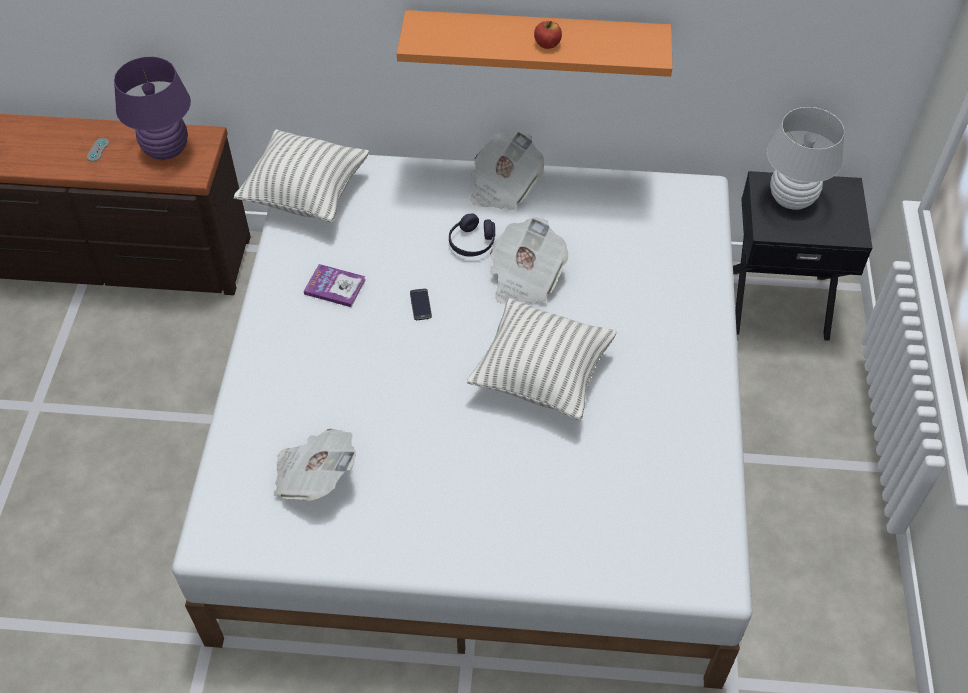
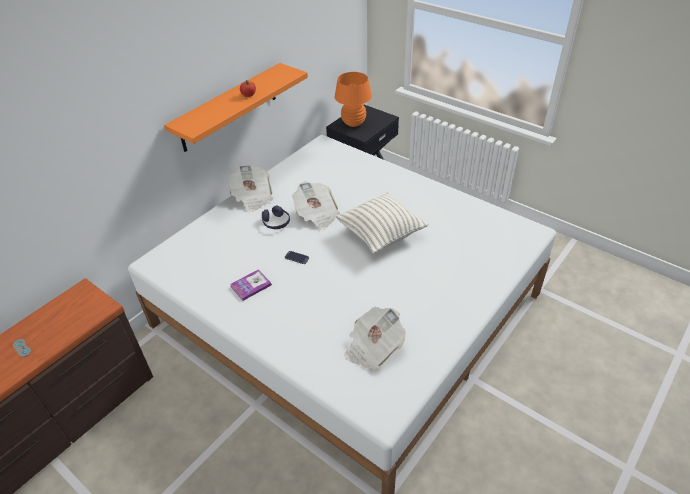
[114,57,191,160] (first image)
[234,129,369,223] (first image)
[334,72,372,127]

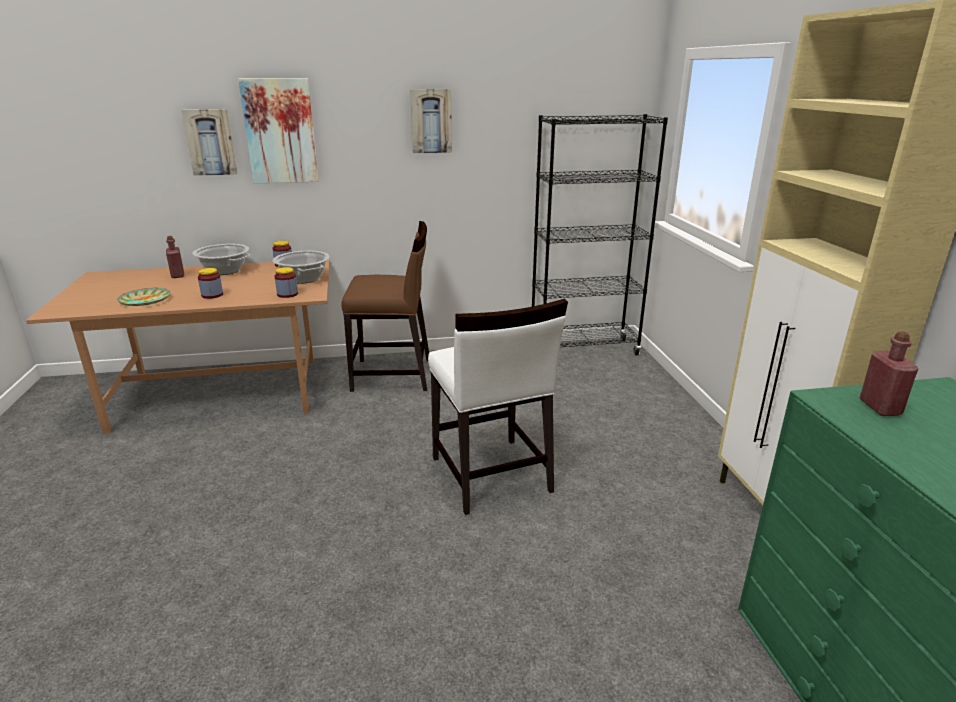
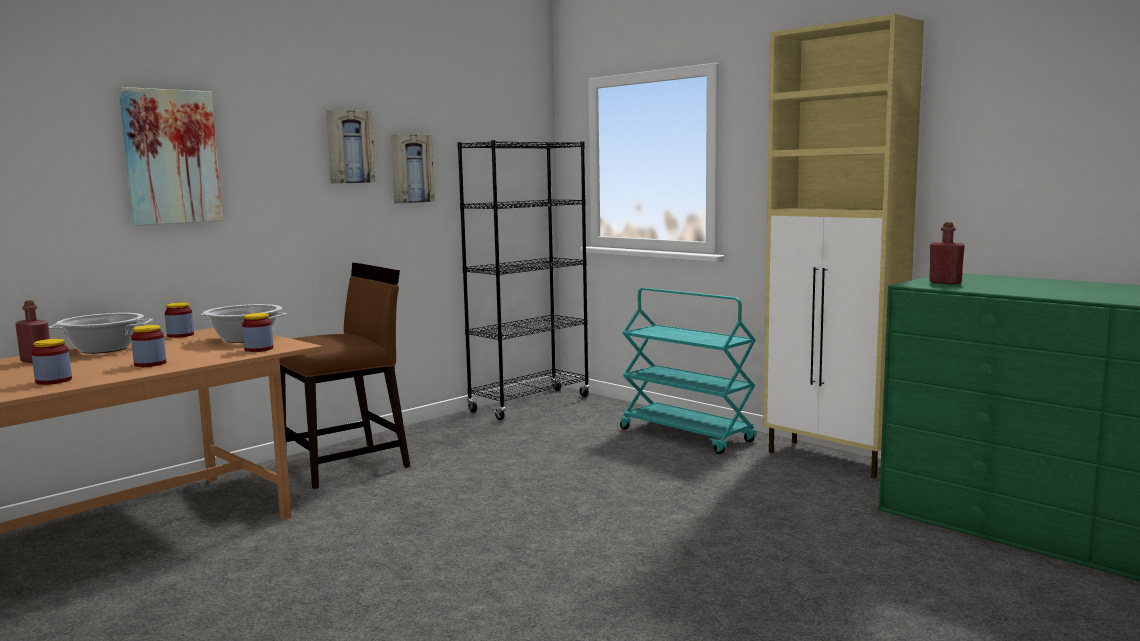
[31,339,72,385]
[391,134,435,203]
[428,299,568,515] (first image)
[620,288,756,454]

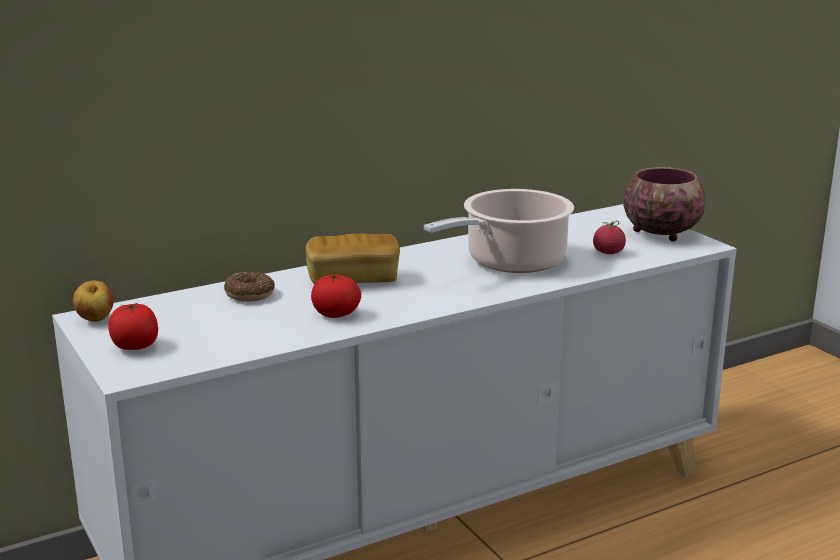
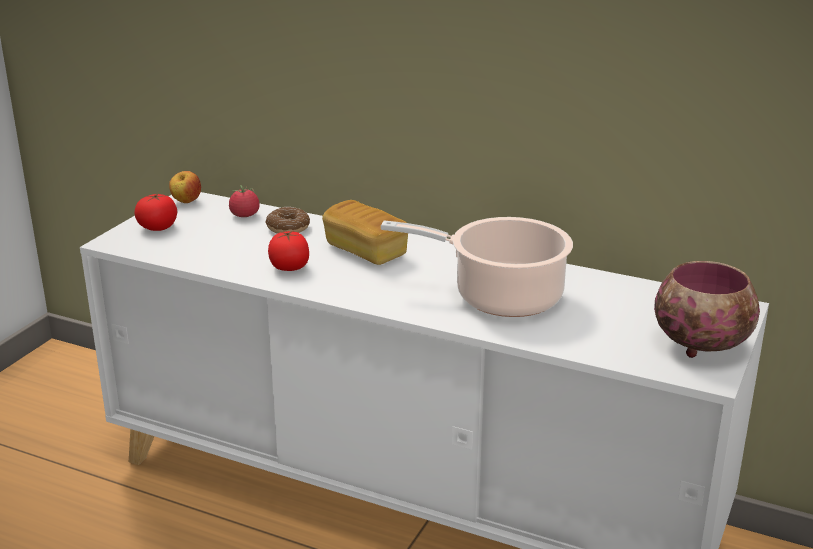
[229,185,260,217]

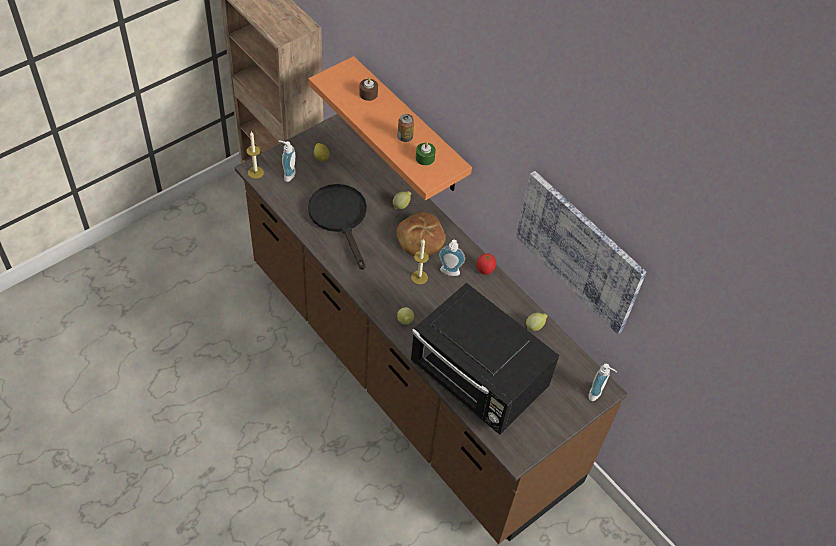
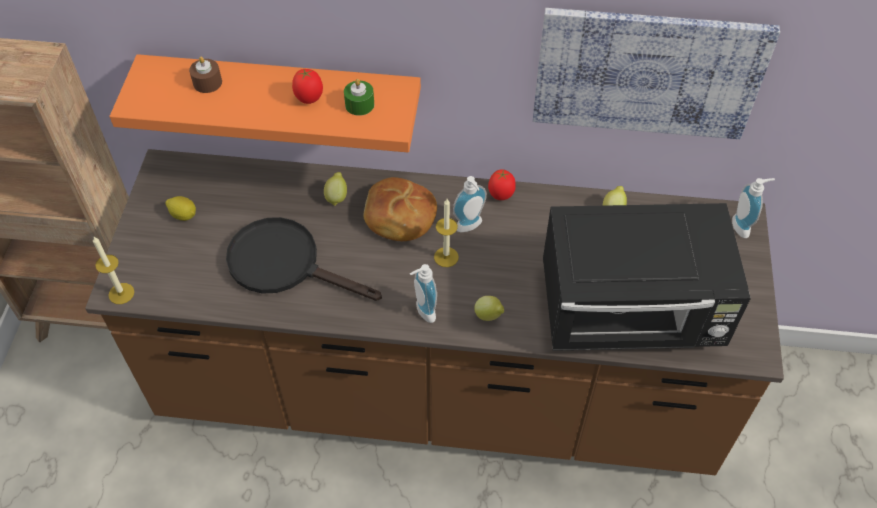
[410,264,437,323]
[292,68,323,104]

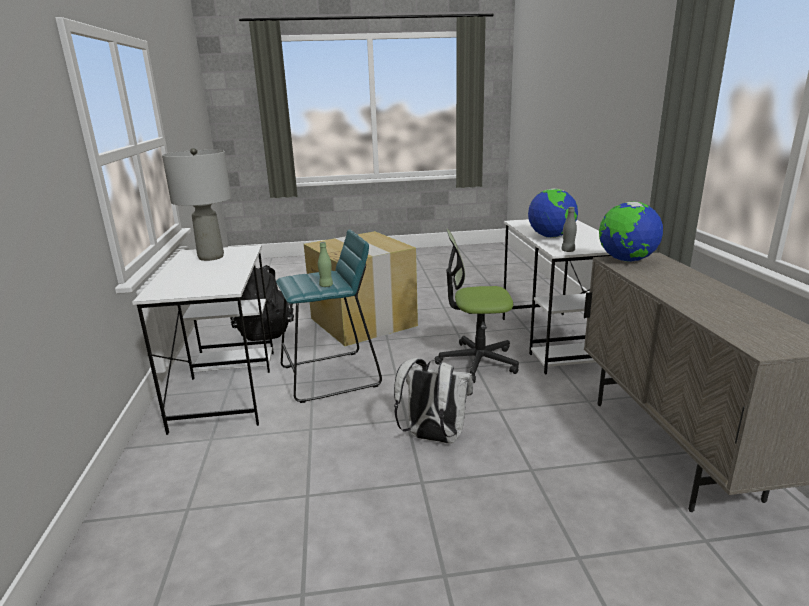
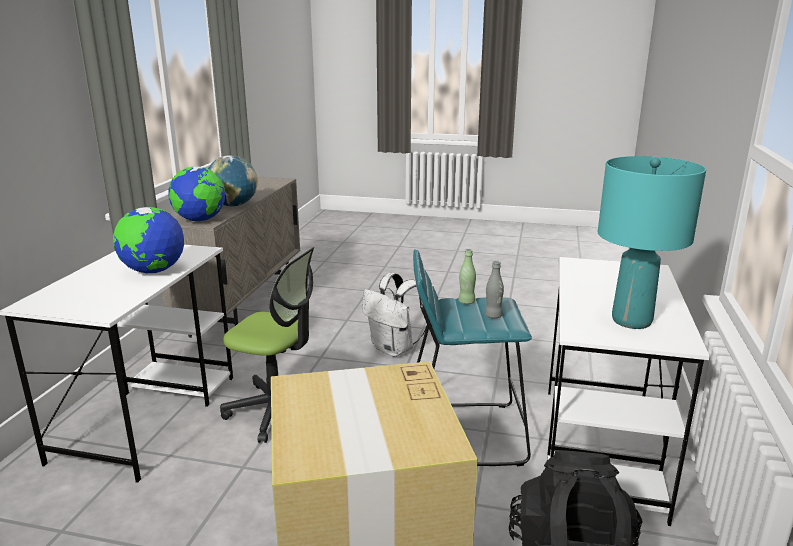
[598,156,706,329]
[485,261,504,319]
[208,155,258,207]

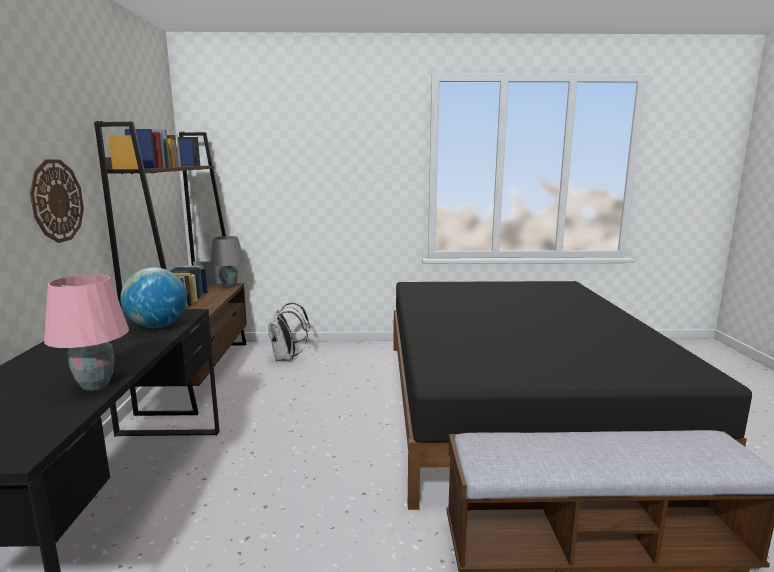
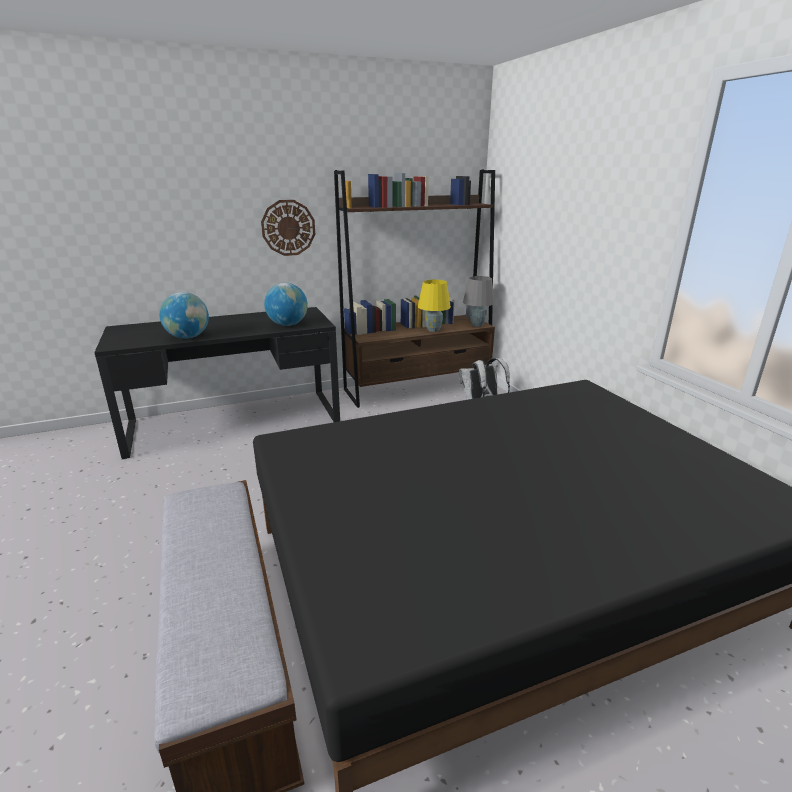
[159,292,209,339]
[418,280,451,332]

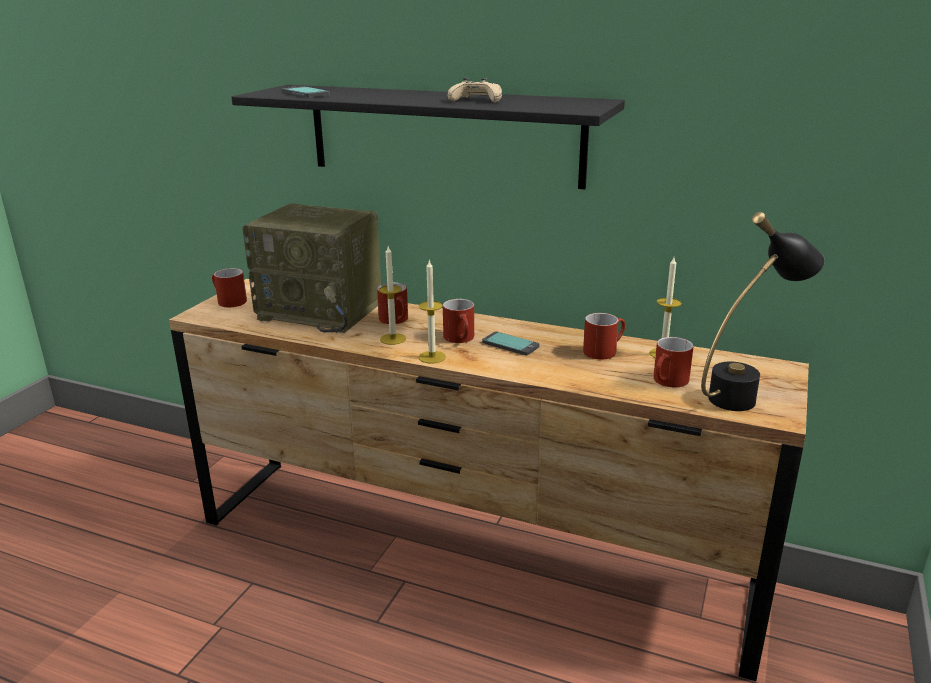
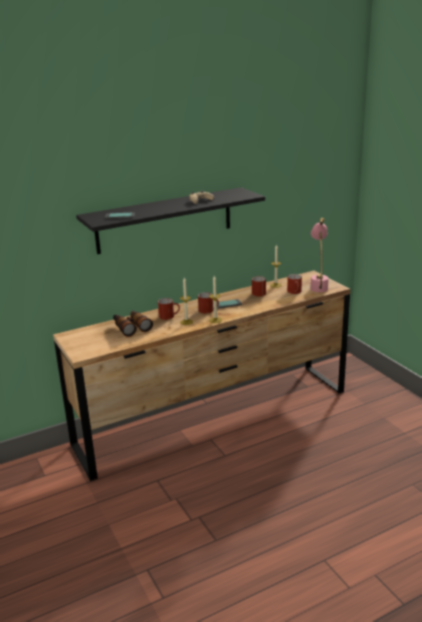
[212,268,247,307] (first image)
[113,310,153,337]
[311,218,329,292]

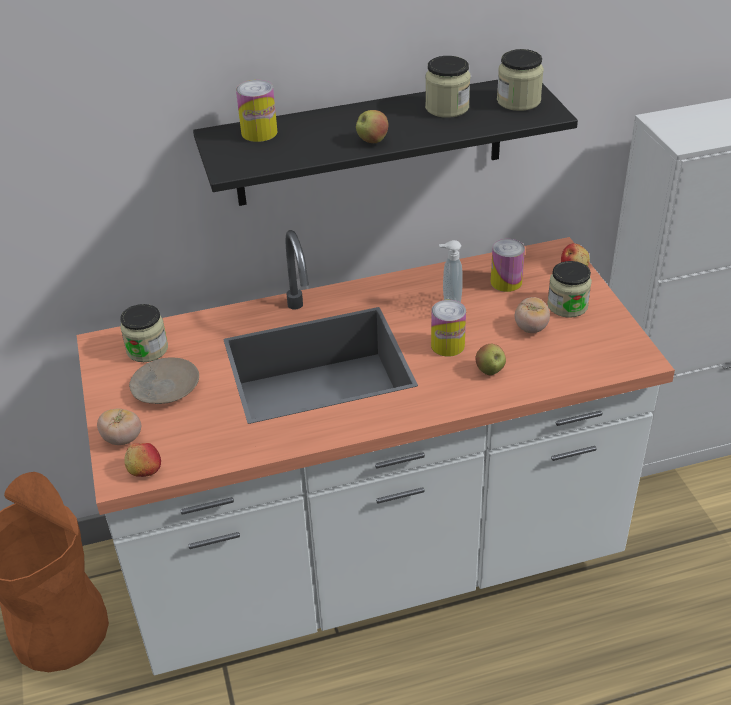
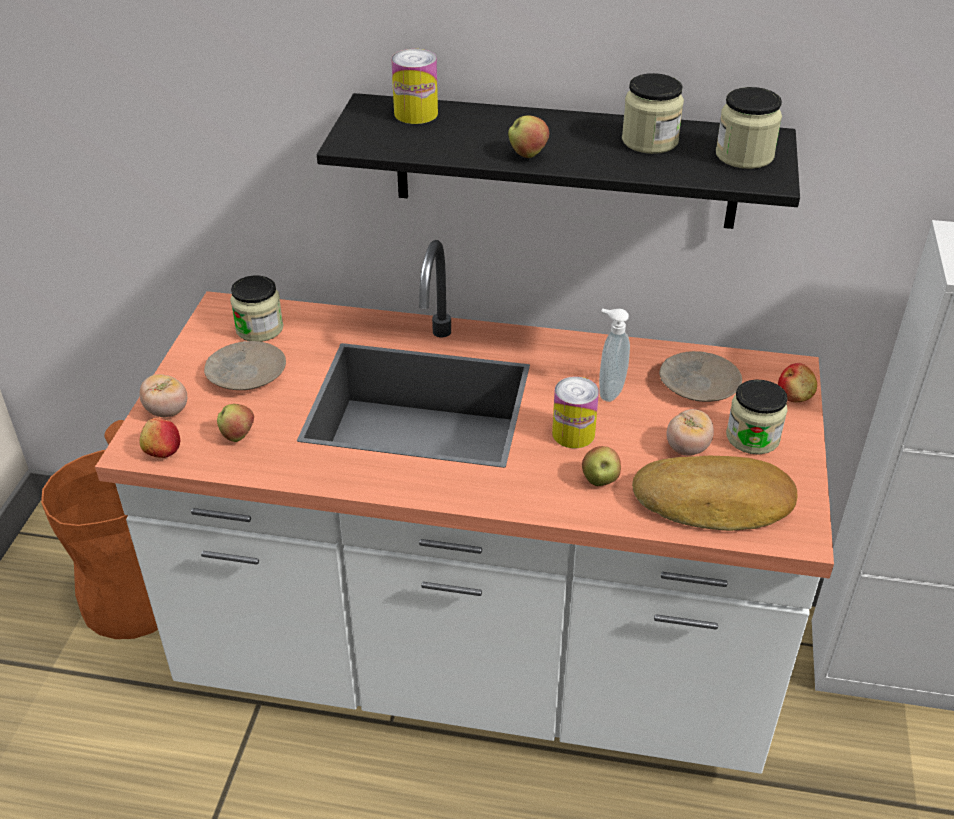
[659,351,742,402]
[217,404,254,442]
[632,456,798,531]

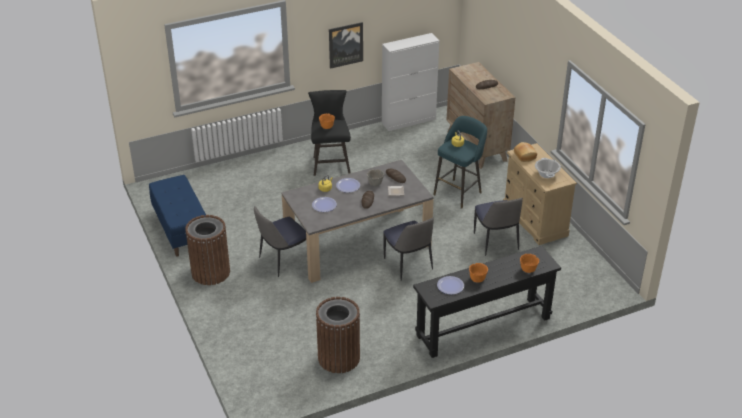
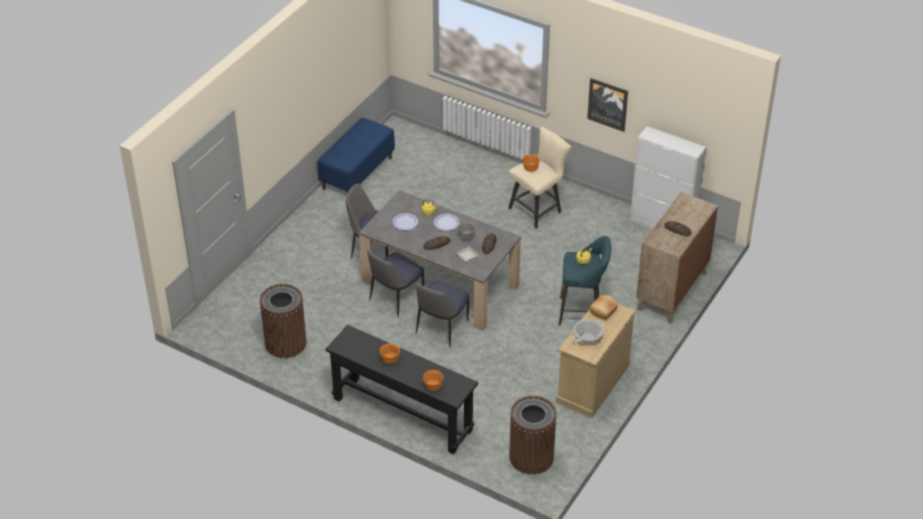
[509,396,557,475]
[508,127,571,229]
[437,276,464,295] (first image)
[367,250,424,318]

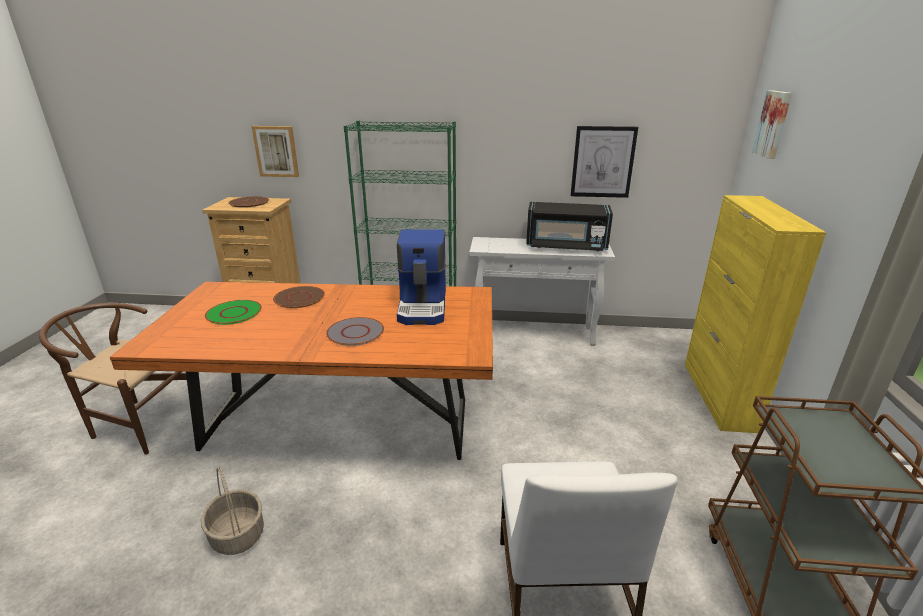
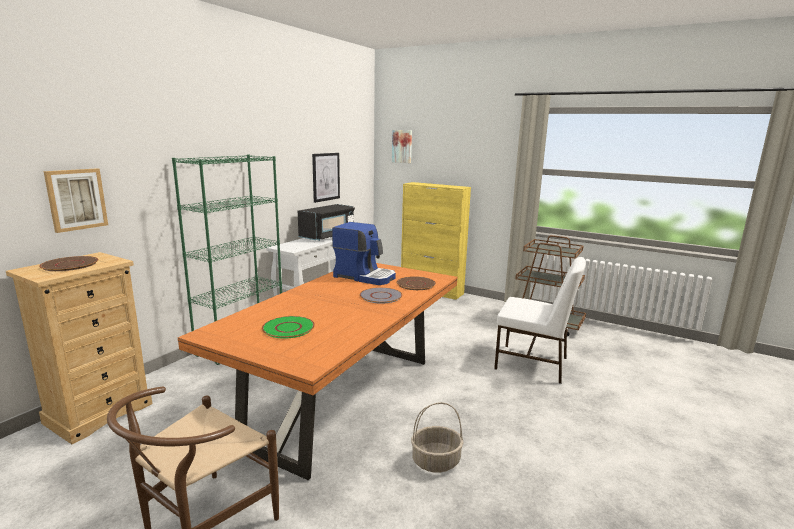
[396,276,436,290]

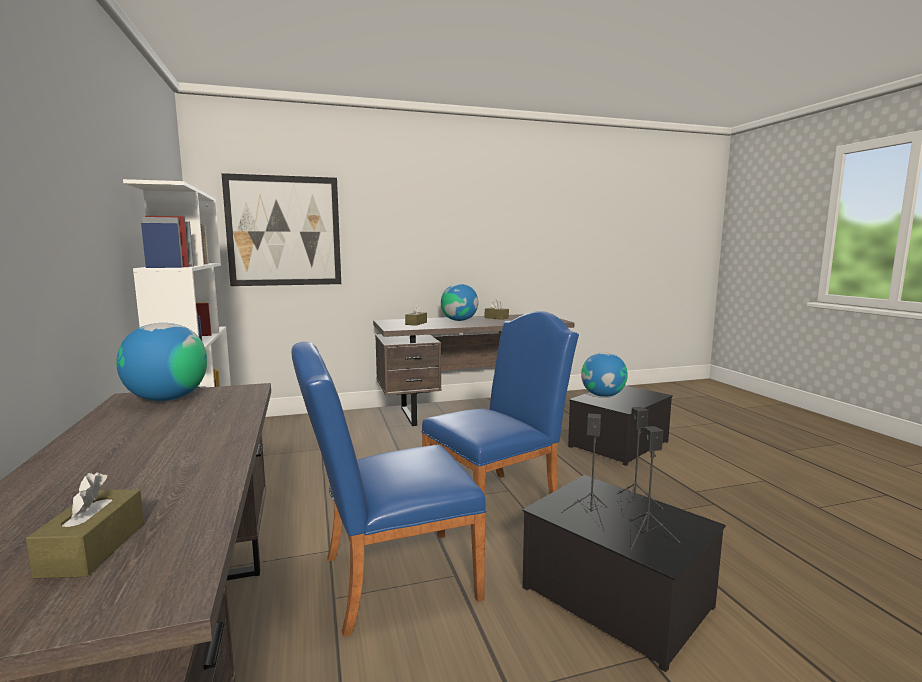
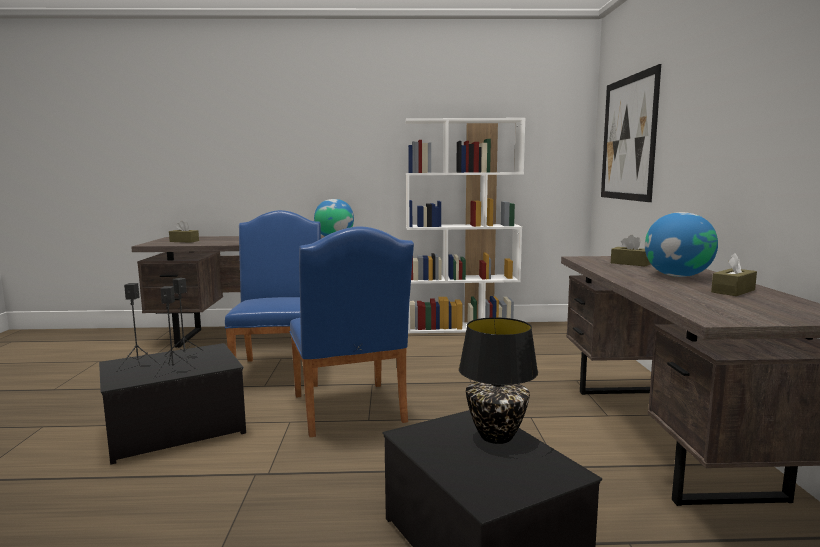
[459,317,538,444]

